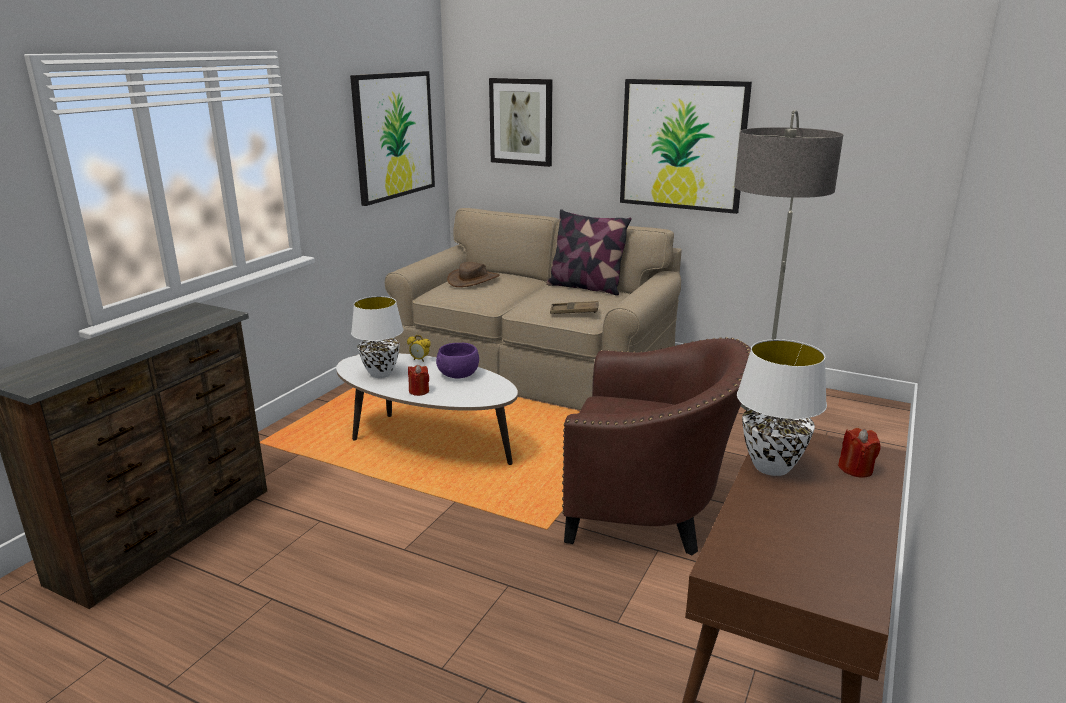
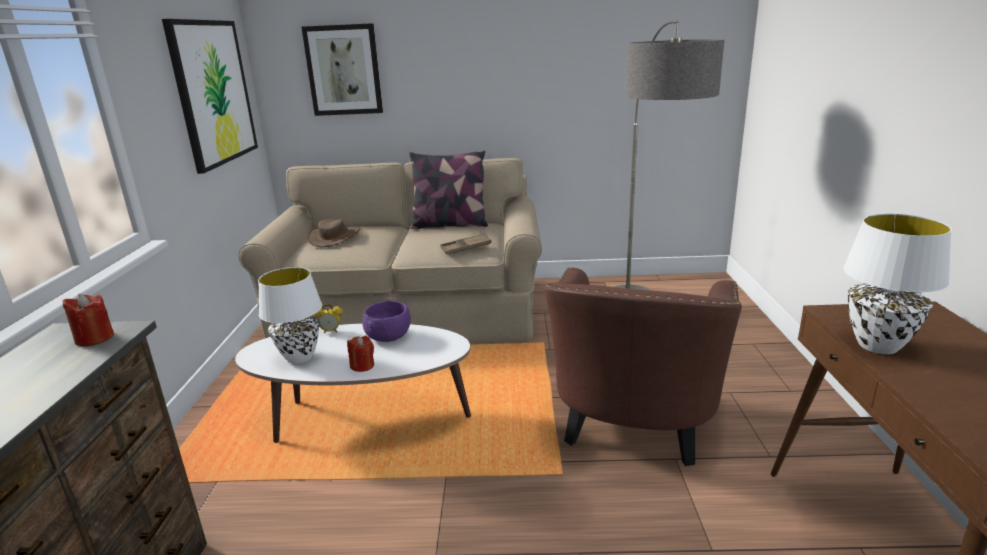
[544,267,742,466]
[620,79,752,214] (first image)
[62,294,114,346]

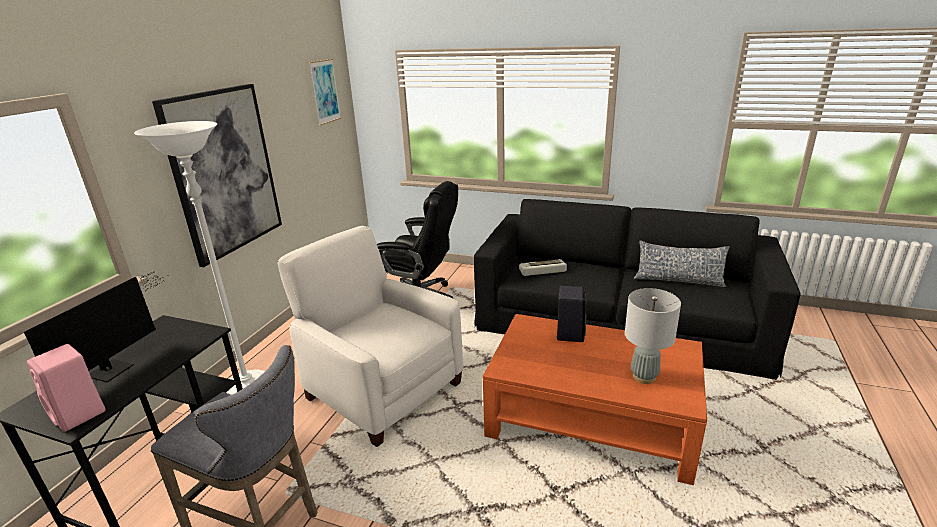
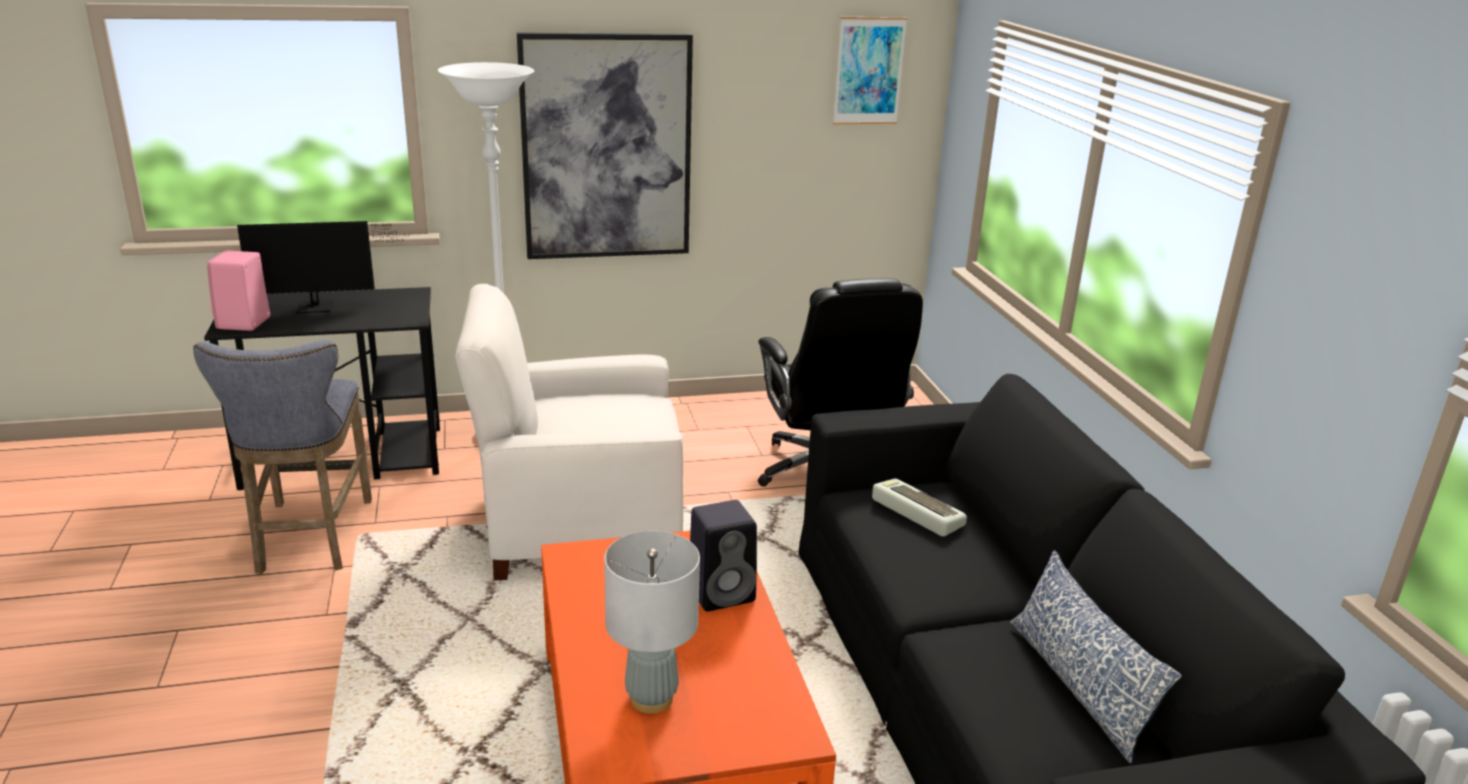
[455,284,684,581]

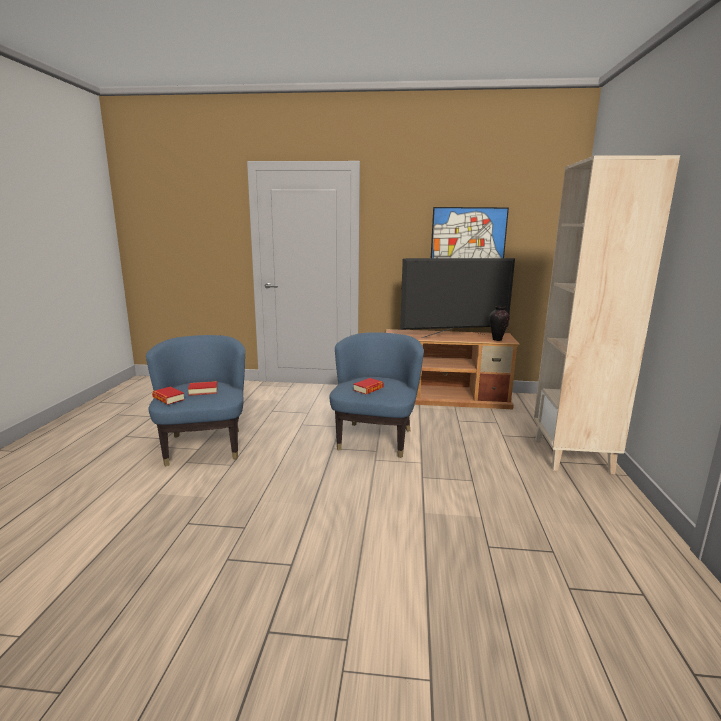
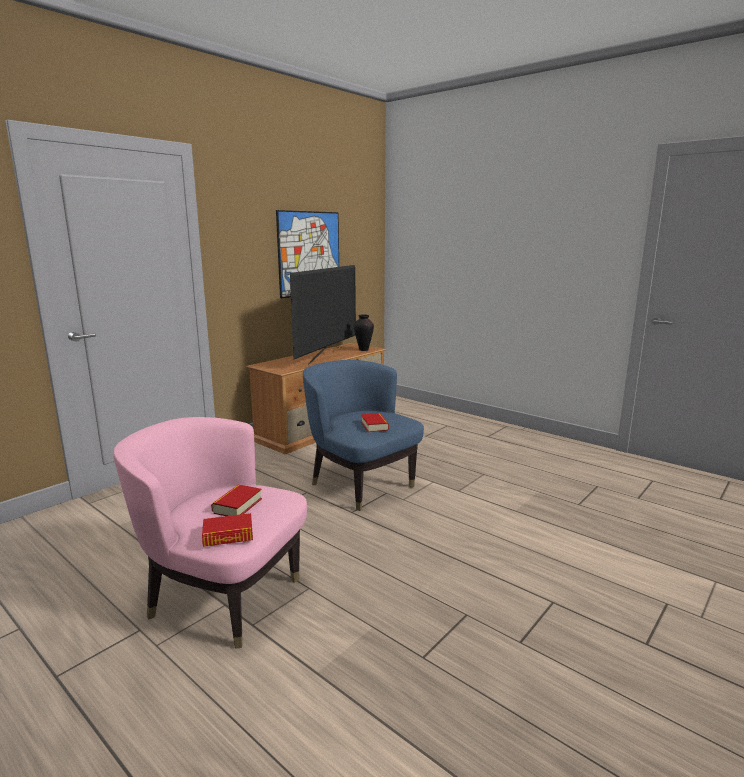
[113,417,307,648]
[534,155,680,474] (first image)

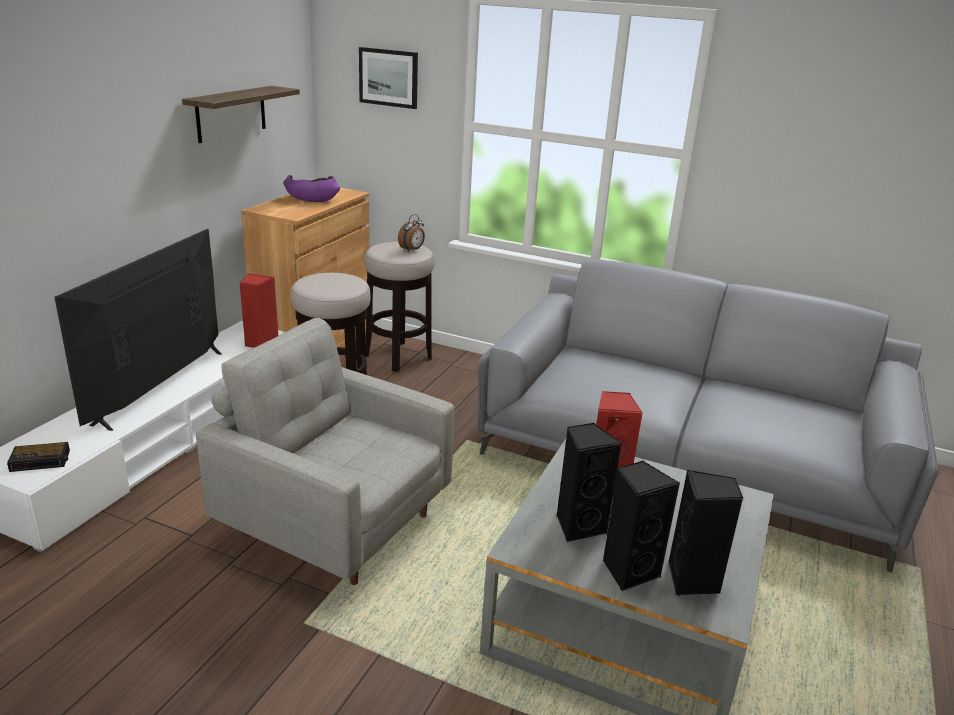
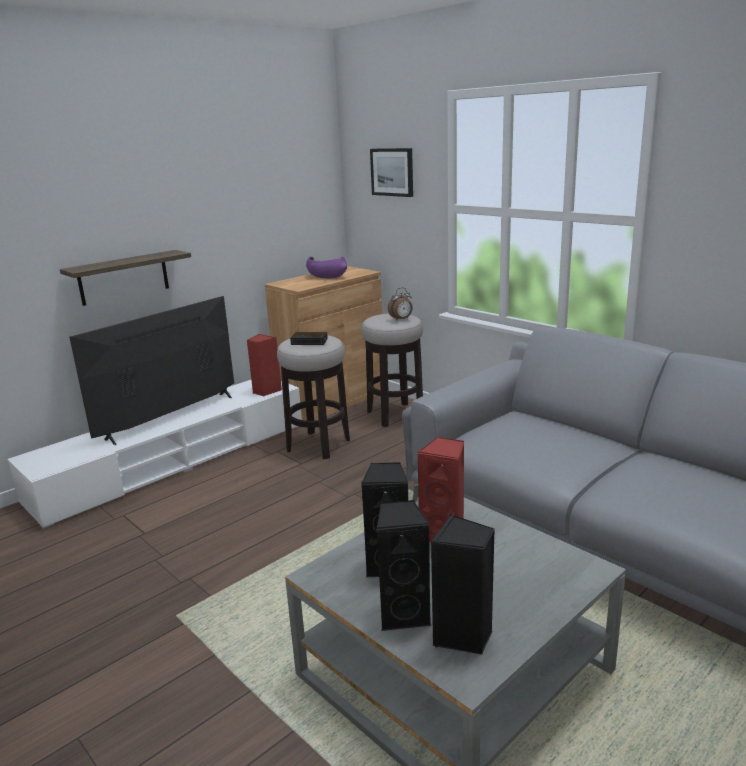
[290,332,328,345]
[60,250,191,306]
[196,318,454,585] (first image)

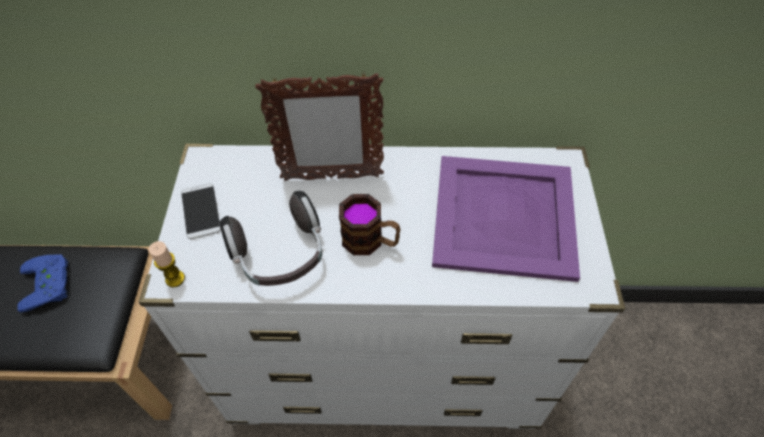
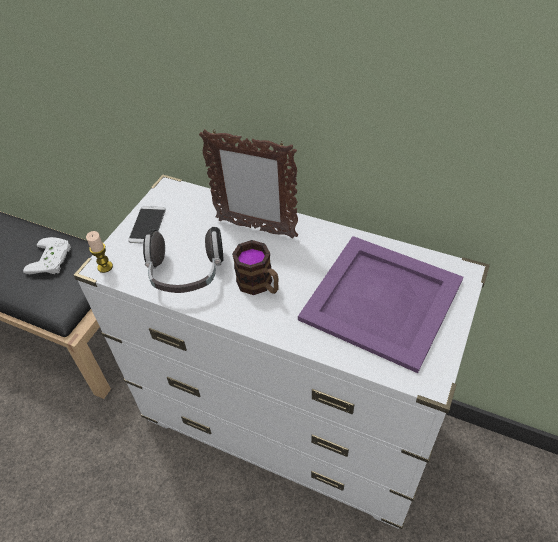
[23,237,71,274]

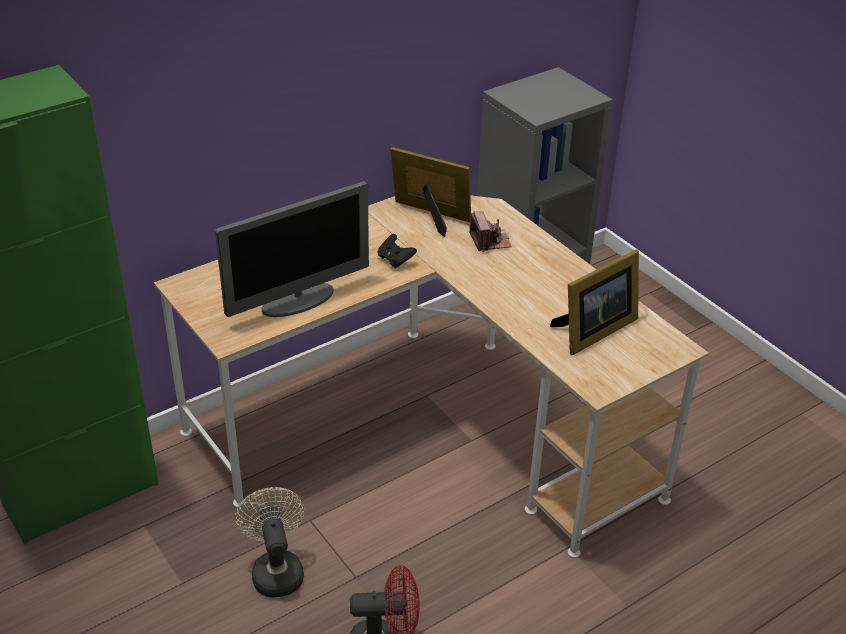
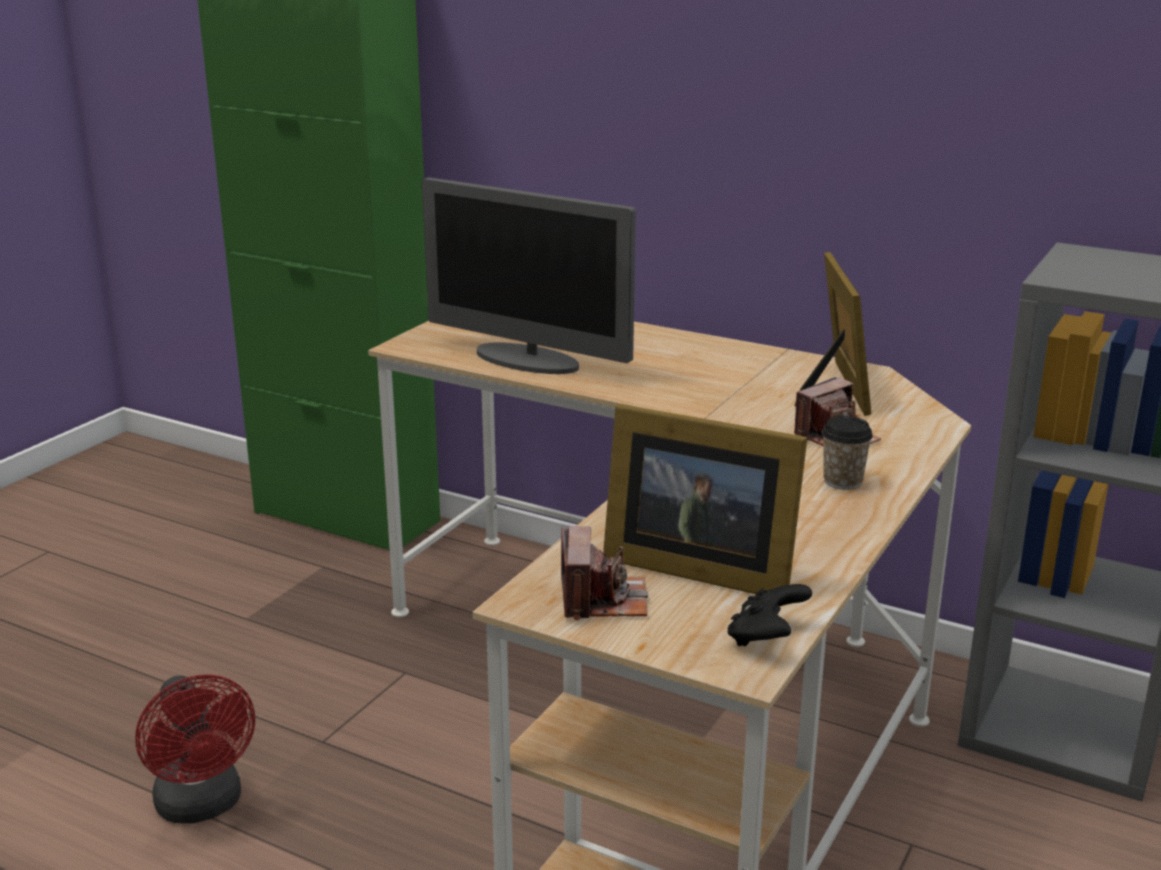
[235,487,304,598] (first image)
[728,584,812,646]
[561,526,648,621]
[822,416,873,490]

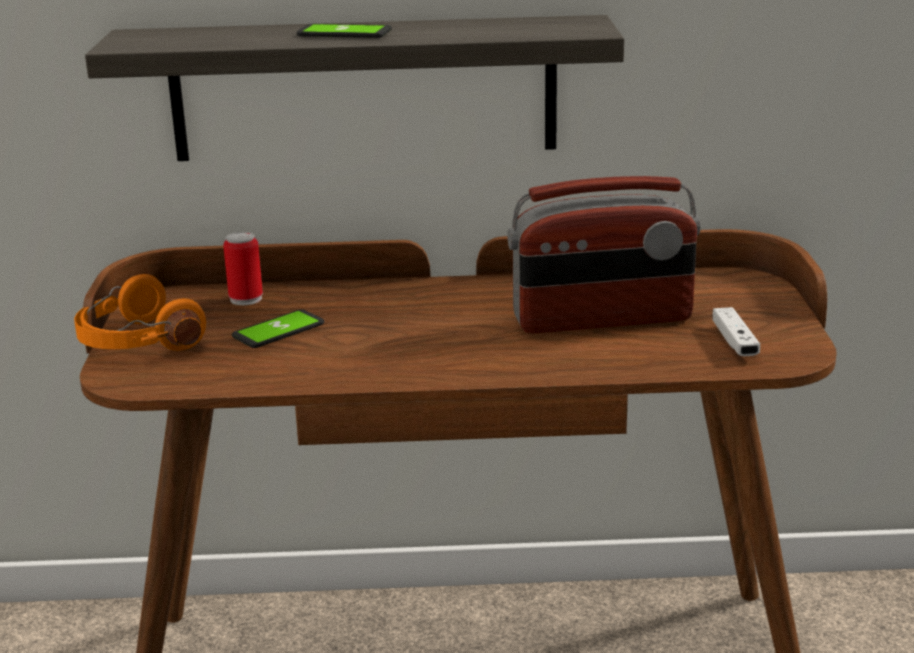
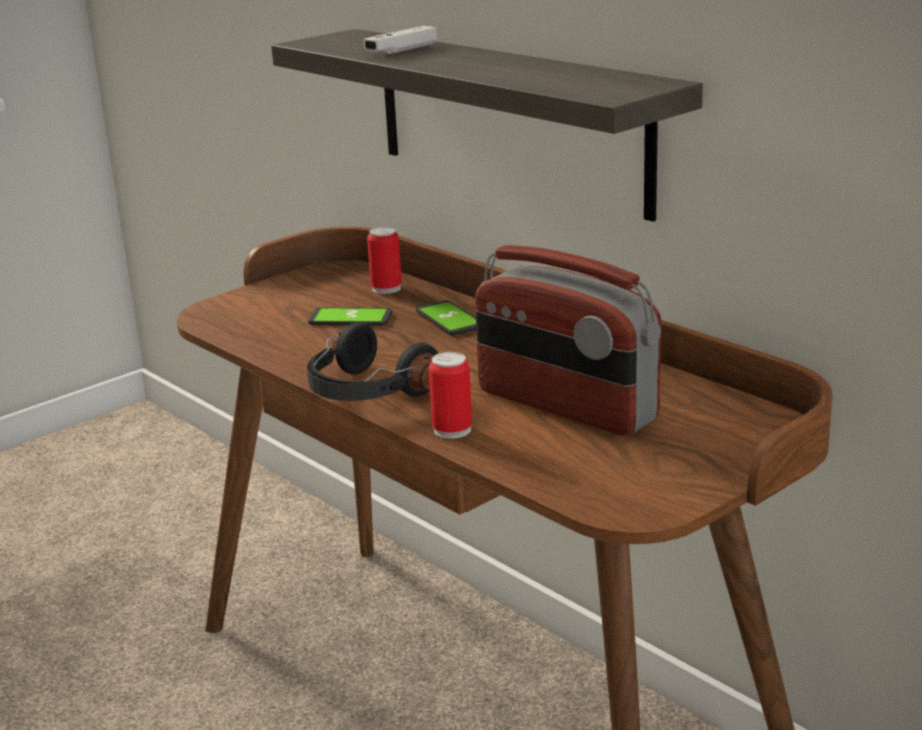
[74,274,206,351] (first image)
[416,301,476,336]
[364,26,437,54]
[307,322,438,401]
[429,352,472,439]

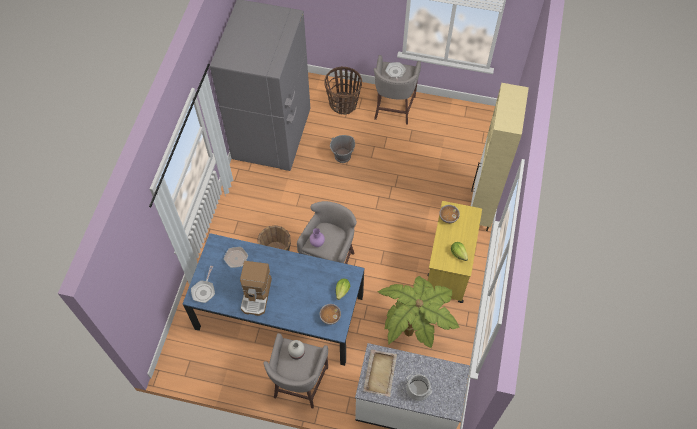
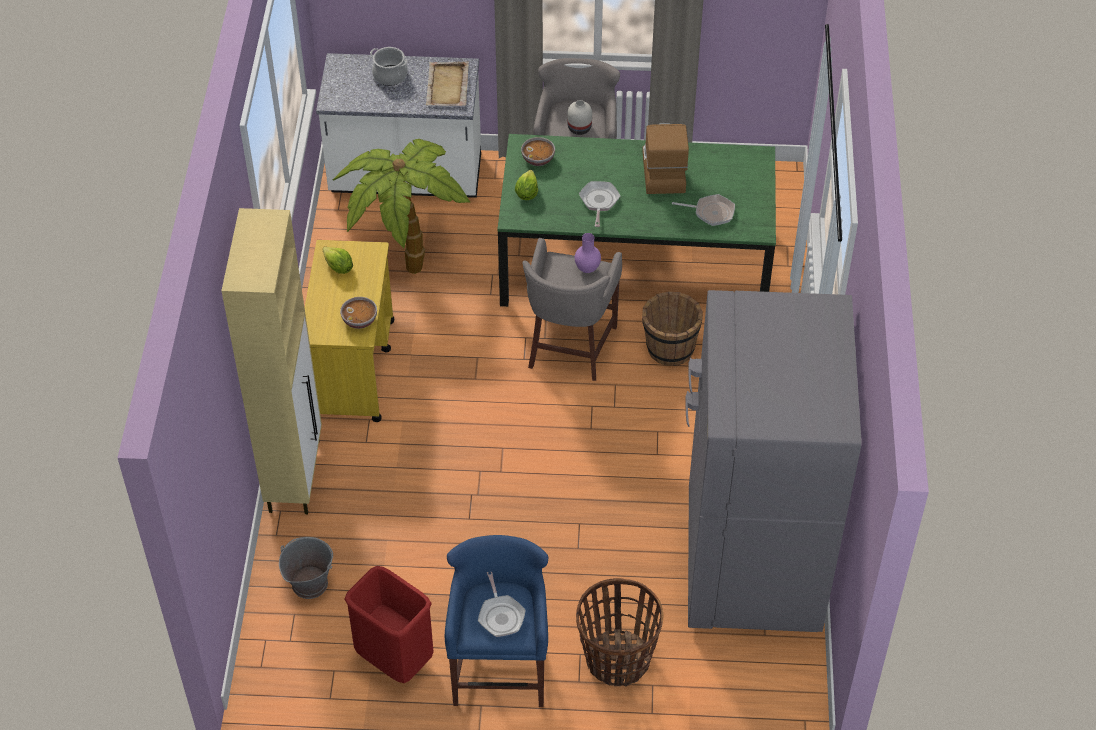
[497,134,776,307]
[579,181,620,227]
[279,537,333,599]
[445,535,548,707]
[344,566,434,683]

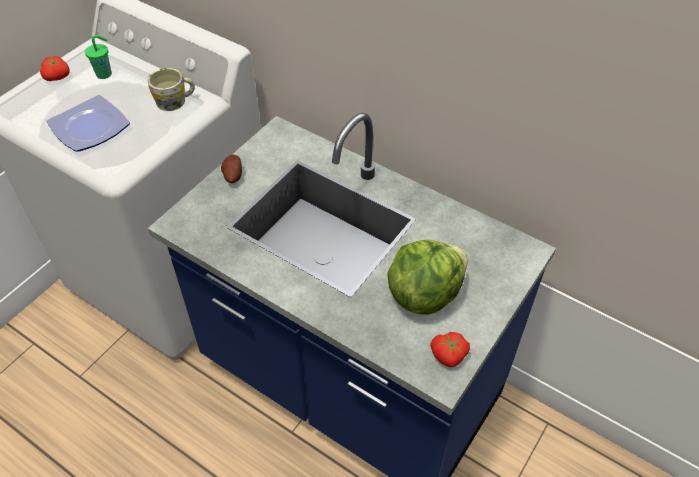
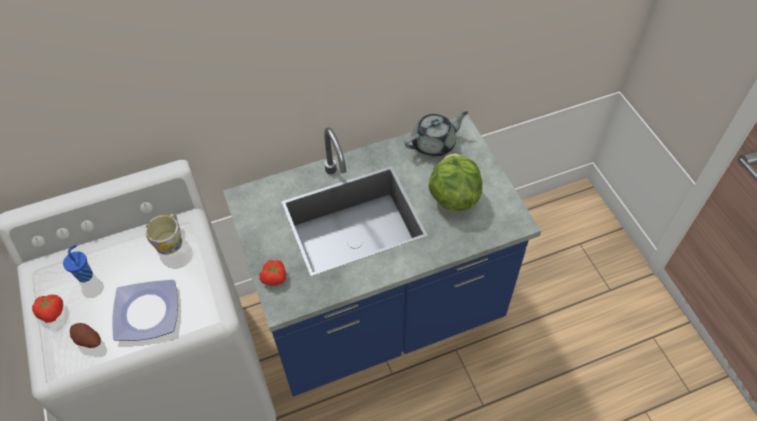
[63,245,93,282]
[70,323,101,348]
[260,260,286,286]
[404,112,468,157]

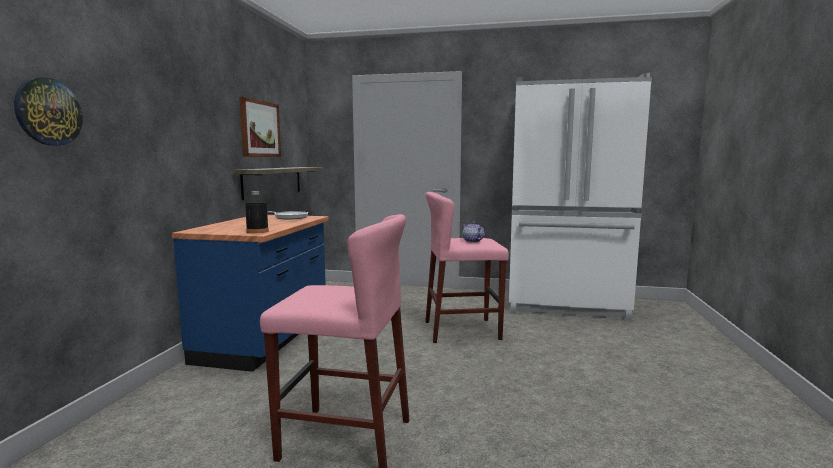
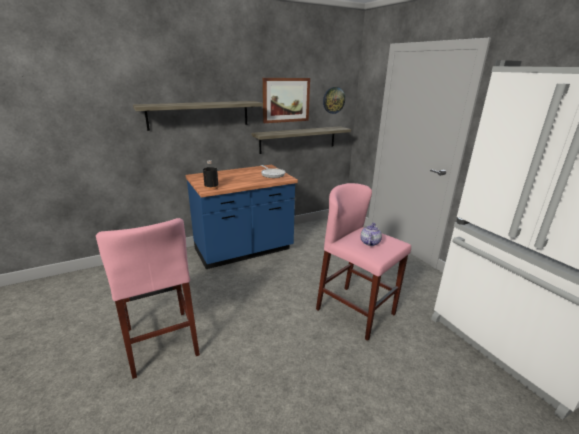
[323,87,345,114]
[133,101,263,131]

